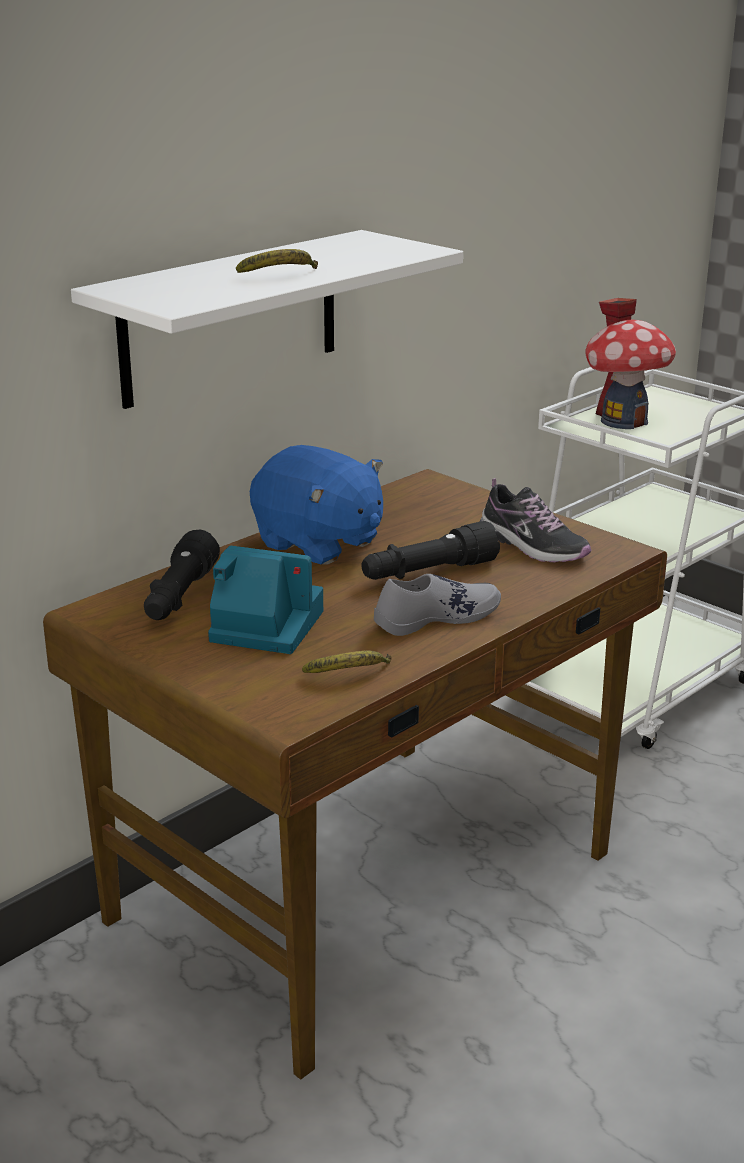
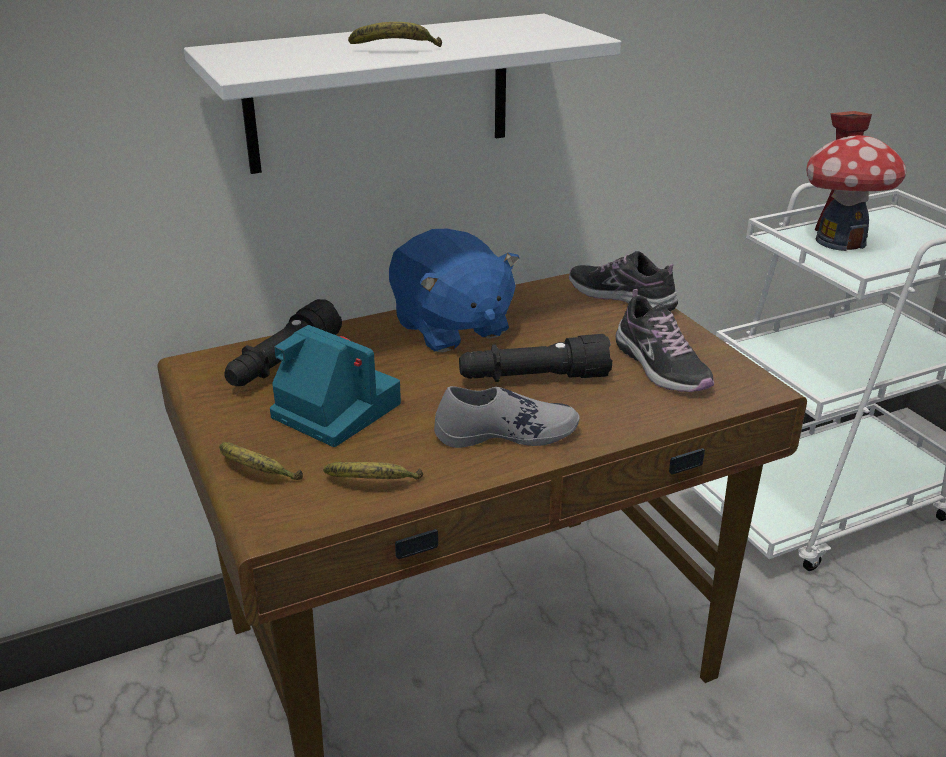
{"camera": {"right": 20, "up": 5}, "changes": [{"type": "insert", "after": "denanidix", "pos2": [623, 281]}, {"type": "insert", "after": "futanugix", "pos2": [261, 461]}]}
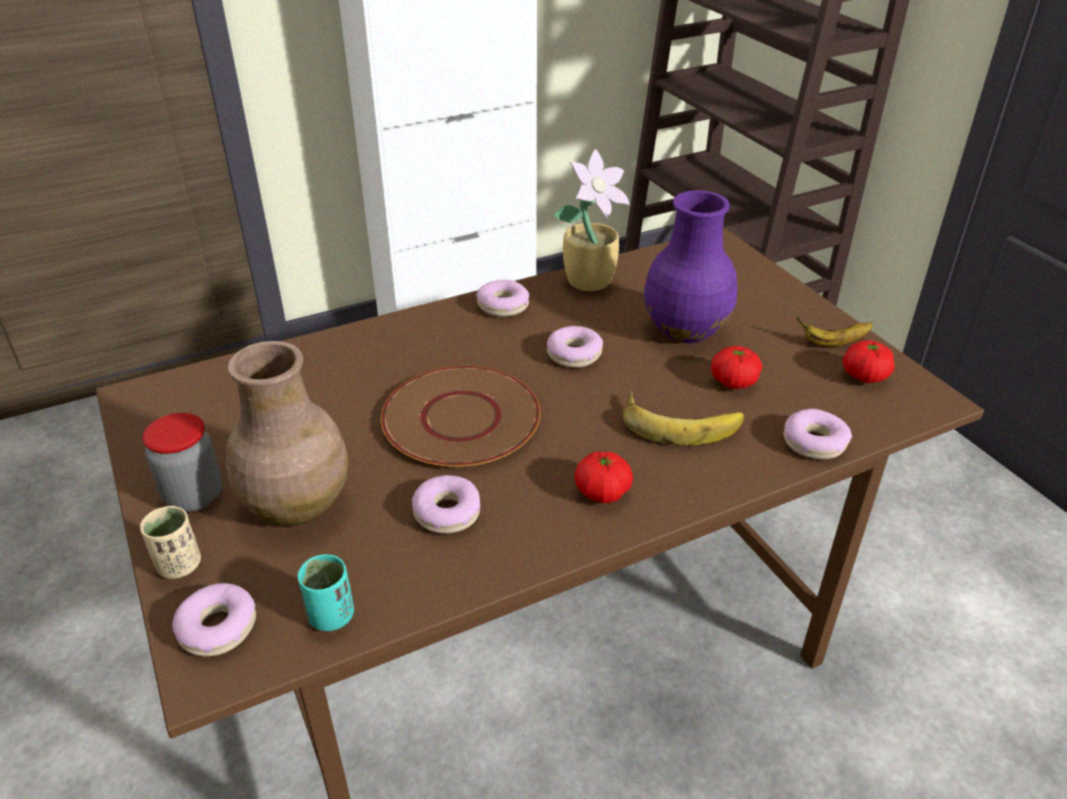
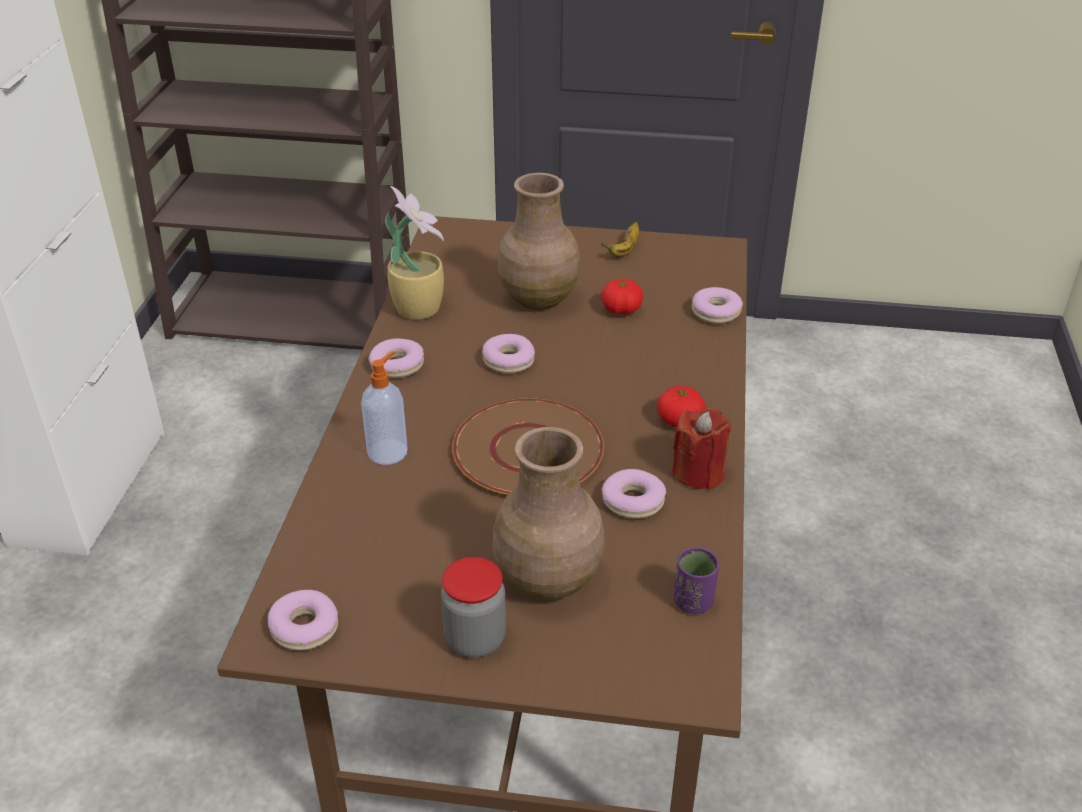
{"camera": {"right": -55, "up": 0}, "changes": [{"type": "recolor", "before": "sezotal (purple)", "after": "sezotal (brown)", "pos1": [690, 266], "pos2": [539, 241]}, {"type": "delete", "before": "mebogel", "pos1": [868, 361]}, {"type": "delete", "before": "futanugix", "pos1": [683, 418]}, {"type": "delete", "before": "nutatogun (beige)", "pos1": [170, 542]}, {"type": "recolor", "before": "nutatogun (turquoise)", "after": "nutatogun (purple)", "pos1": [326, 592], "pos2": [696, 580]}, {"type": "move", "before": "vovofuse", "pos1": [214, 619], "pos2": [303, 620]}, {"type": "insert", "after": "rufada", "pos2": [384, 408]}, {"type": "insert", "after": "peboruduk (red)", "pos2": [701, 449]}]}
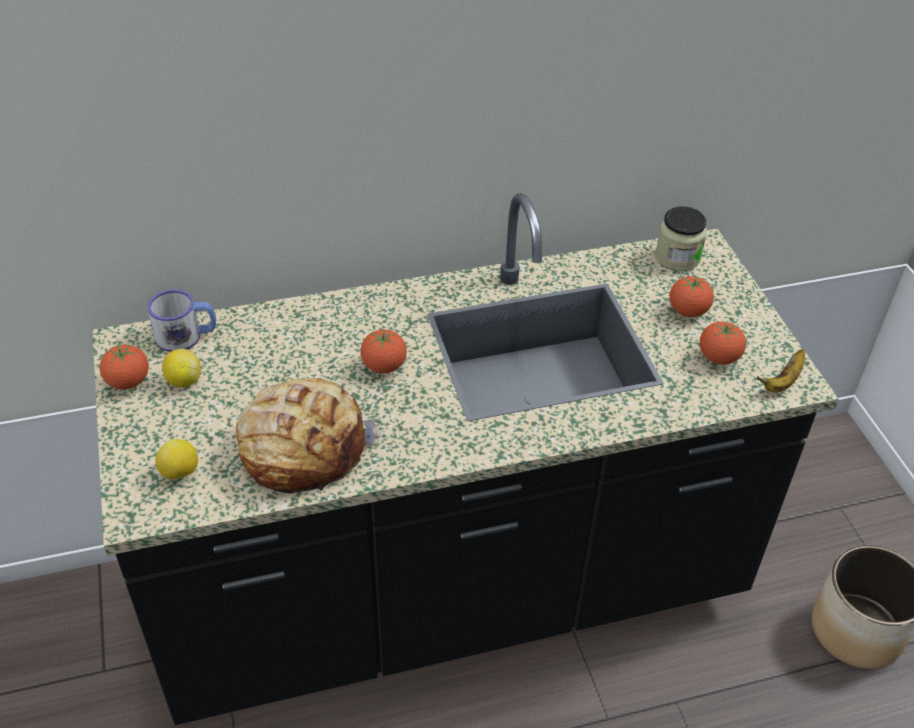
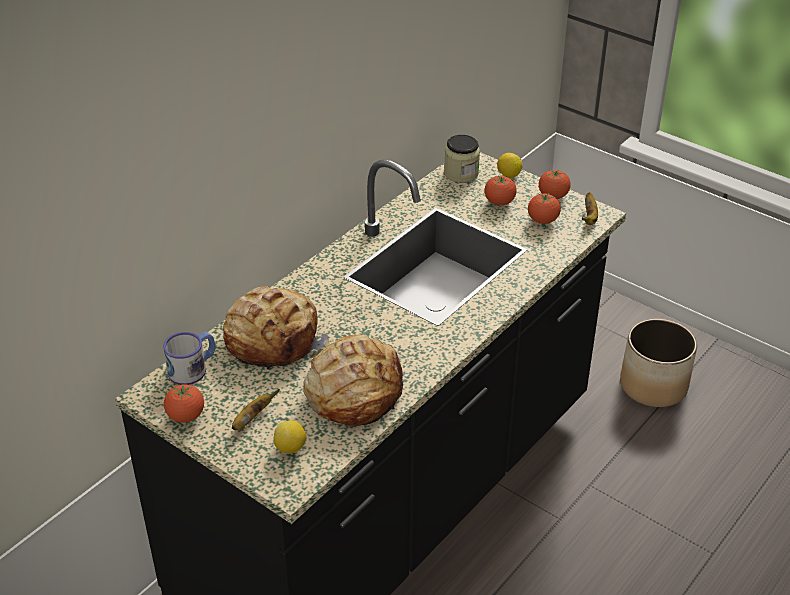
{"camera": {"right": -35, "up": -5}, "changes": [{"type": "move", "before": "mebogel", "pos1": [383, 351], "pos2": [555, 184]}, {"type": "move", "before": "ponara", "pos1": [181, 368], "pos2": [510, 165]}, {"type": "insert", "after": "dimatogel", "pos2": [276, 327]}, {"type": "insert", "after": "futanugix", "pos2": [256, 409]}]}
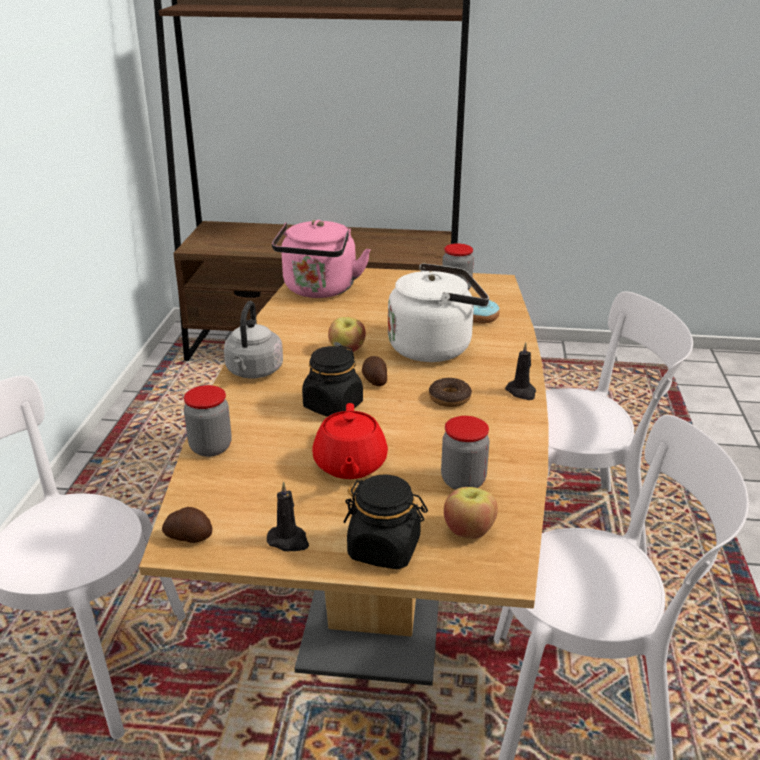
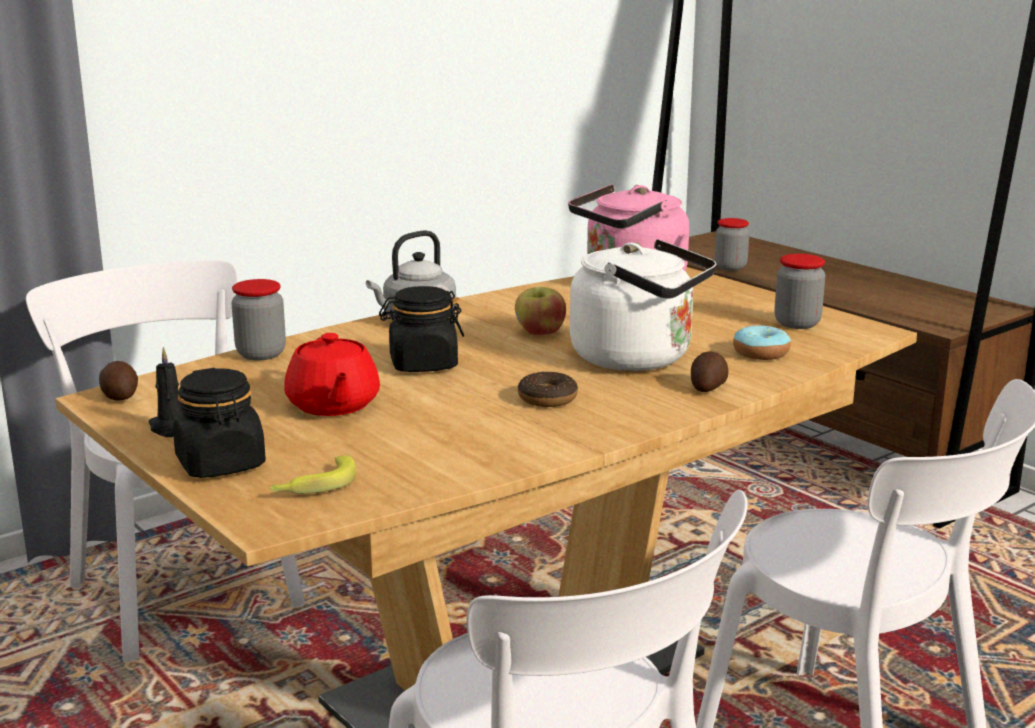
{"camera": {"right": 45, "up": -10}, "changes": [{"type": "delete", "before": "peboruduk (black)", "pos1": [520, 371]}, {"type": "move", "before": "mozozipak", "pos1": [374, 371], "pos2": [709, 371]}, {"type": "rotate", "before": "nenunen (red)", "pos1": [350, 441], "pos2": [332, 374], "turn": -60}, {"type": "move", "before": "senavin", "pos1": [465, 453], "pos2": [732, 244]}, {"type": "replace", "before": "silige", "after": "futanugix", "pos1": [471, 513], "pos2": [312, 474]}]}
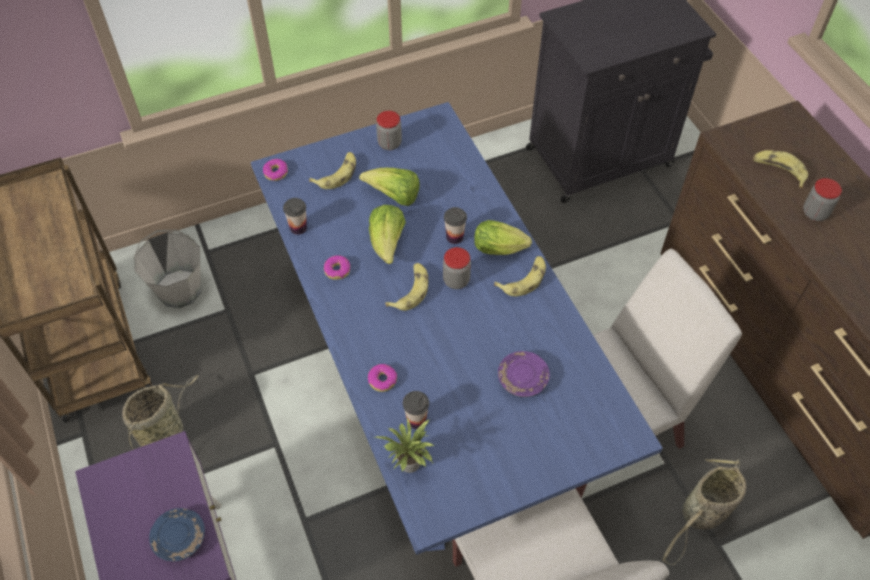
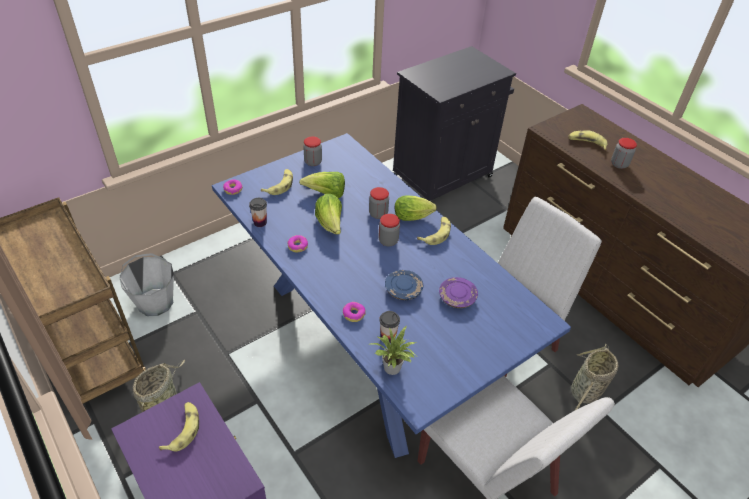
{"camera": {"right": -15, "up": -10}, "changes": [{"type": "replace", "before": "nutatogun", "after": "senavin", "pos1": [455, 225], "pos2": [379, 203]}, {"type": "move", "before": "futanugix", "pos1": [406, 287], "pos2": [179, 426]}, {"type": "move", "before": "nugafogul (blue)", "pos1": [177, 534], "pos2": [404, 285]}]}
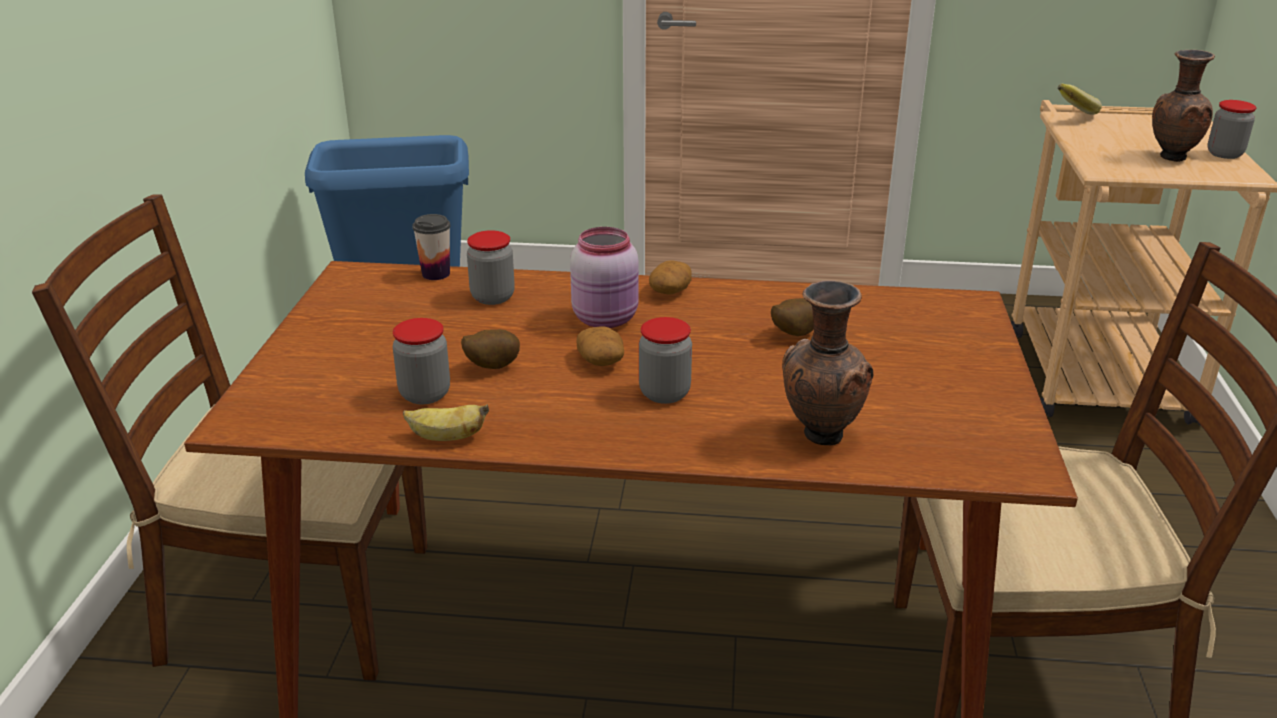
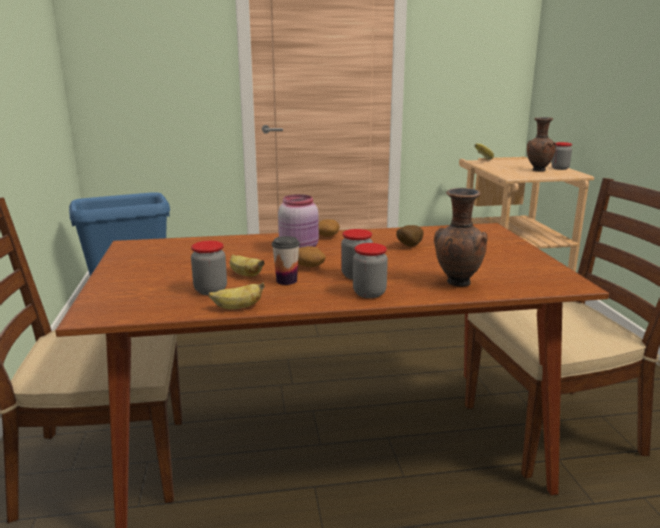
{"camera": {"right": -15, "up": -10}, "changes": [{"type": "move", "before": "nutatogun", "pos1": [431, 247], "pos2": [286, 260]}, {"type": "move", "before": "senavin", "pos1": [491, 267], "pos2": [370, 270]}, {"type": "replace", "before": "mozozipak", "after": "futanugix", "pos1": [490, 349], "pos2": [247, 266]}]}
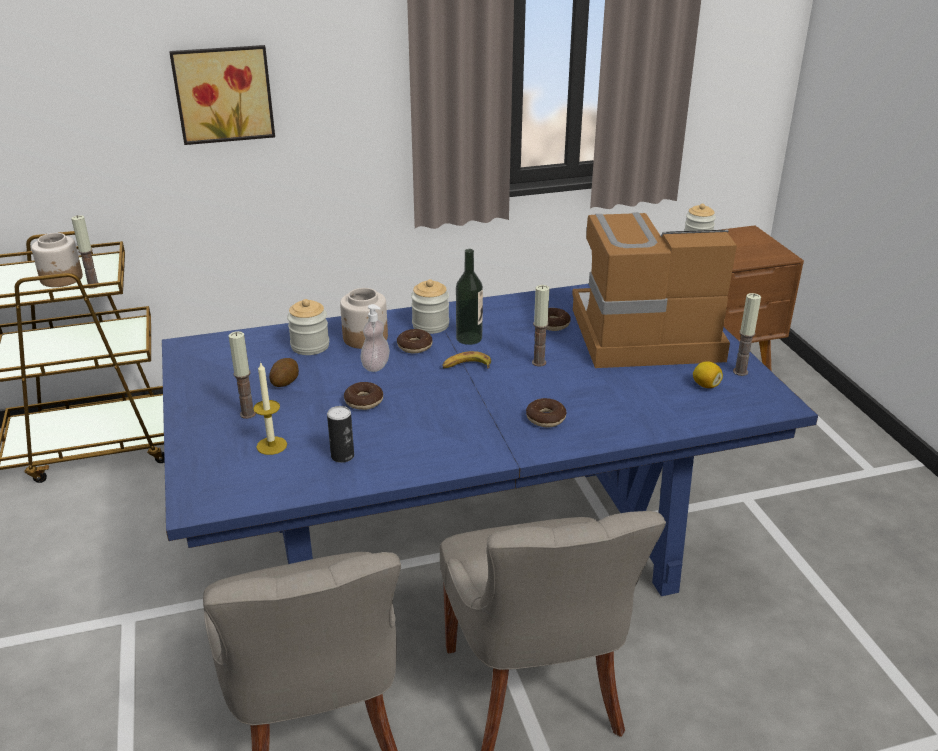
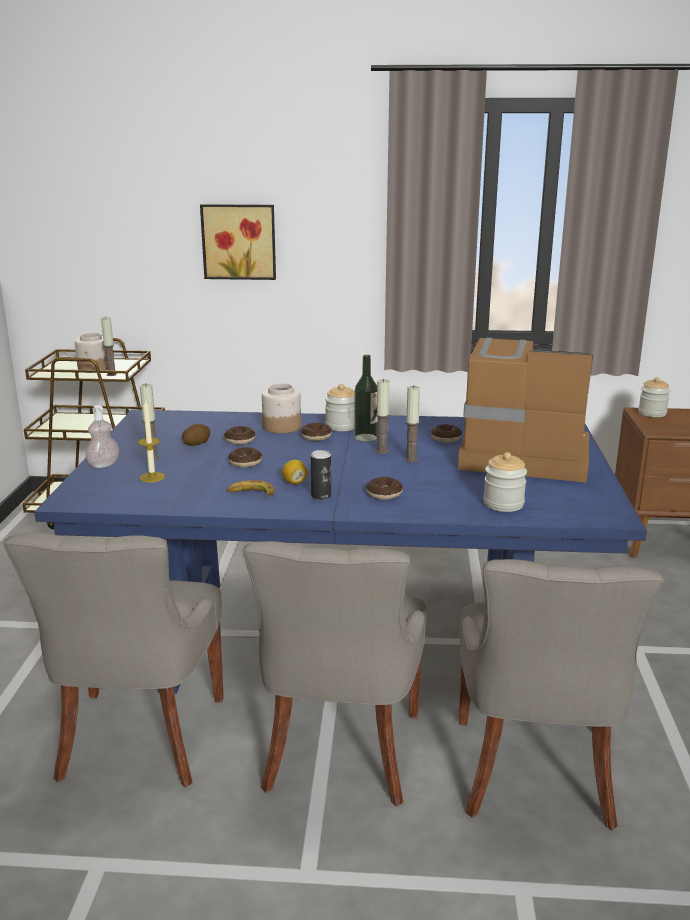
{"camera": {"right": 20, "up": -10}, "changes": [{"type": "move", "before": "peboruduk", "pos1": [747, 334], "pos2": [383, 416]}, {"type": "move", "before": "senavin", "pos1": [308, 327], "pos2": [505, 482]}, {"type": "move", "before": "rufada", "pos1": [375, 338], "pos2": [102, 436]}, {"type": "move", "before": "futanugix", "pos1": [466, 359], "pos2": [251, 488]}, {"type": "move", "before": "ponara", "pos1": [708, 374], "pos2": [294, 472]}, {"type": "move", "before": "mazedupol", "pos1": [340, 434], "pos2": [321, 475]}, {"type": "insert", "after": "vovofuse", "pos2": [240, 435]}, {"type": "insert", "after": "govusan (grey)", "pos2": [561, 694]}]}
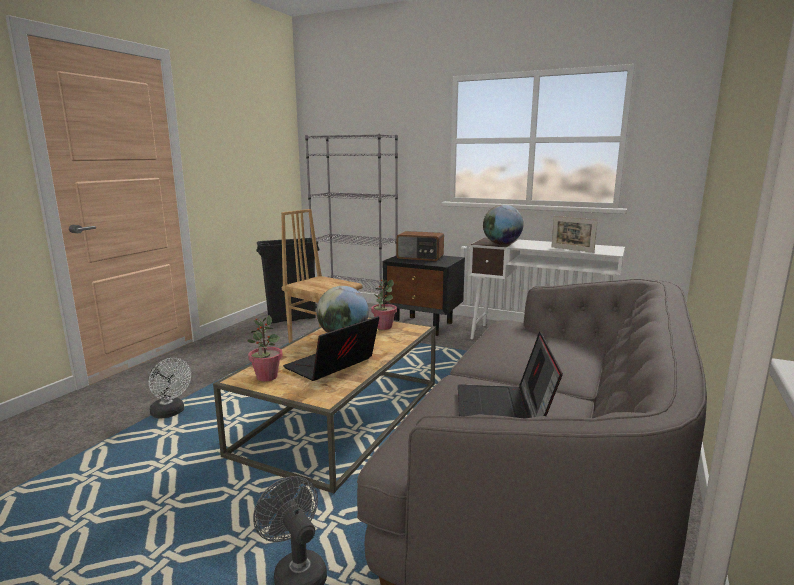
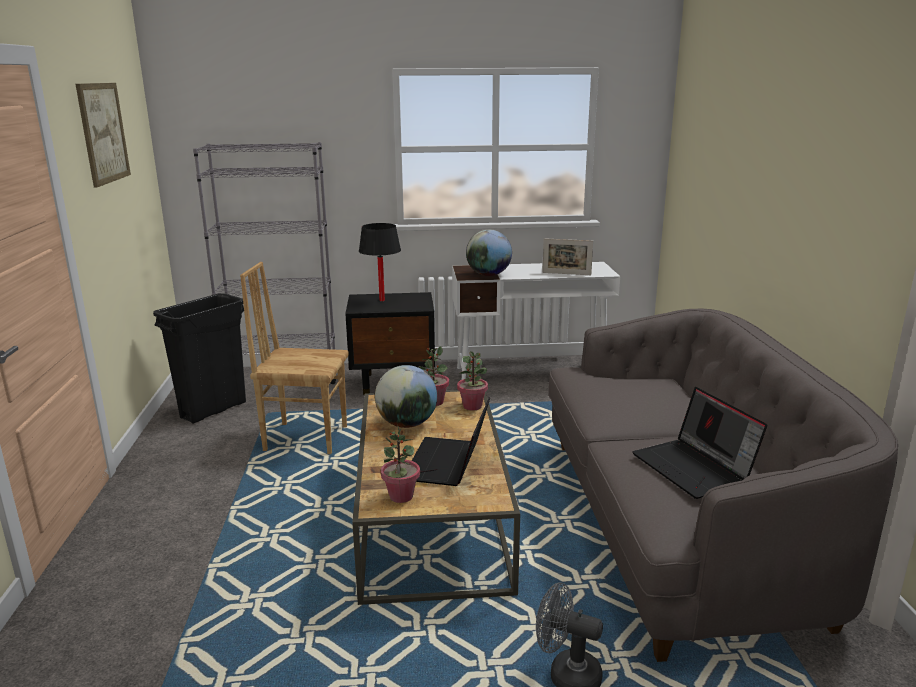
{"camera": {"right": -30, "up": 5}, "changes": [{"type": "replace", "before": "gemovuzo", "after": "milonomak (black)", "pos1": [420, 246], "pos2": [380, 262]}, {"type": "delete", "before": "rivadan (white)", "pos1": [170, 388]}, {"type": "insert", "after": "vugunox", "pos2": [103, 135]}, {"type": "insert", "after": "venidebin", "pos2": [472, 381]}]}
